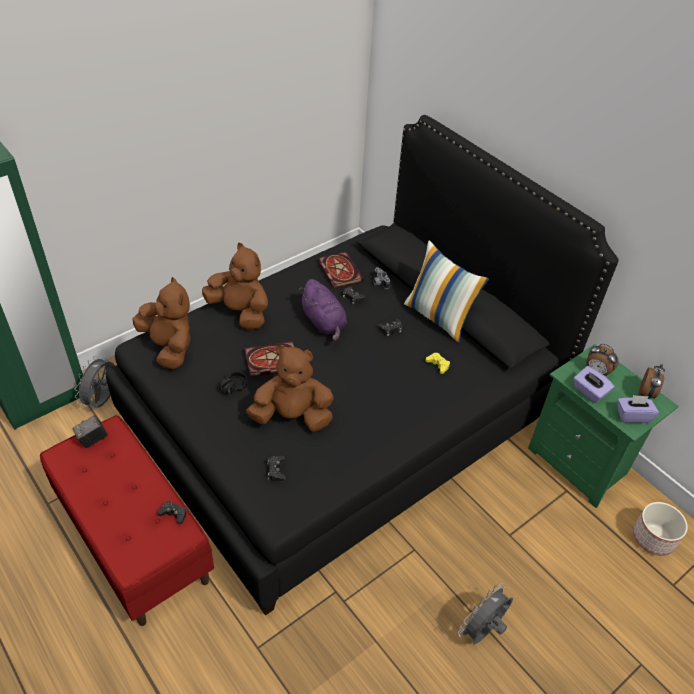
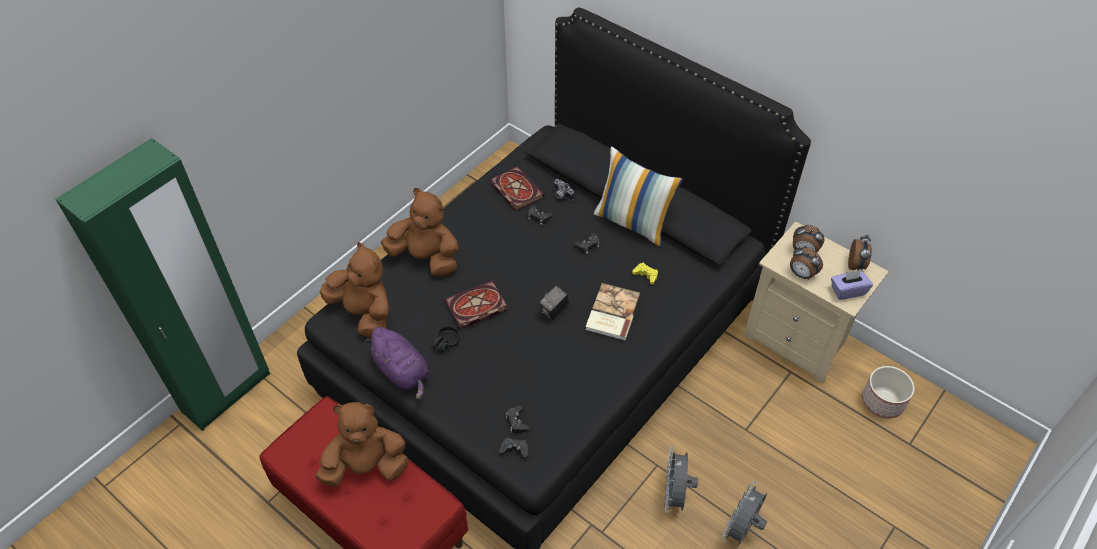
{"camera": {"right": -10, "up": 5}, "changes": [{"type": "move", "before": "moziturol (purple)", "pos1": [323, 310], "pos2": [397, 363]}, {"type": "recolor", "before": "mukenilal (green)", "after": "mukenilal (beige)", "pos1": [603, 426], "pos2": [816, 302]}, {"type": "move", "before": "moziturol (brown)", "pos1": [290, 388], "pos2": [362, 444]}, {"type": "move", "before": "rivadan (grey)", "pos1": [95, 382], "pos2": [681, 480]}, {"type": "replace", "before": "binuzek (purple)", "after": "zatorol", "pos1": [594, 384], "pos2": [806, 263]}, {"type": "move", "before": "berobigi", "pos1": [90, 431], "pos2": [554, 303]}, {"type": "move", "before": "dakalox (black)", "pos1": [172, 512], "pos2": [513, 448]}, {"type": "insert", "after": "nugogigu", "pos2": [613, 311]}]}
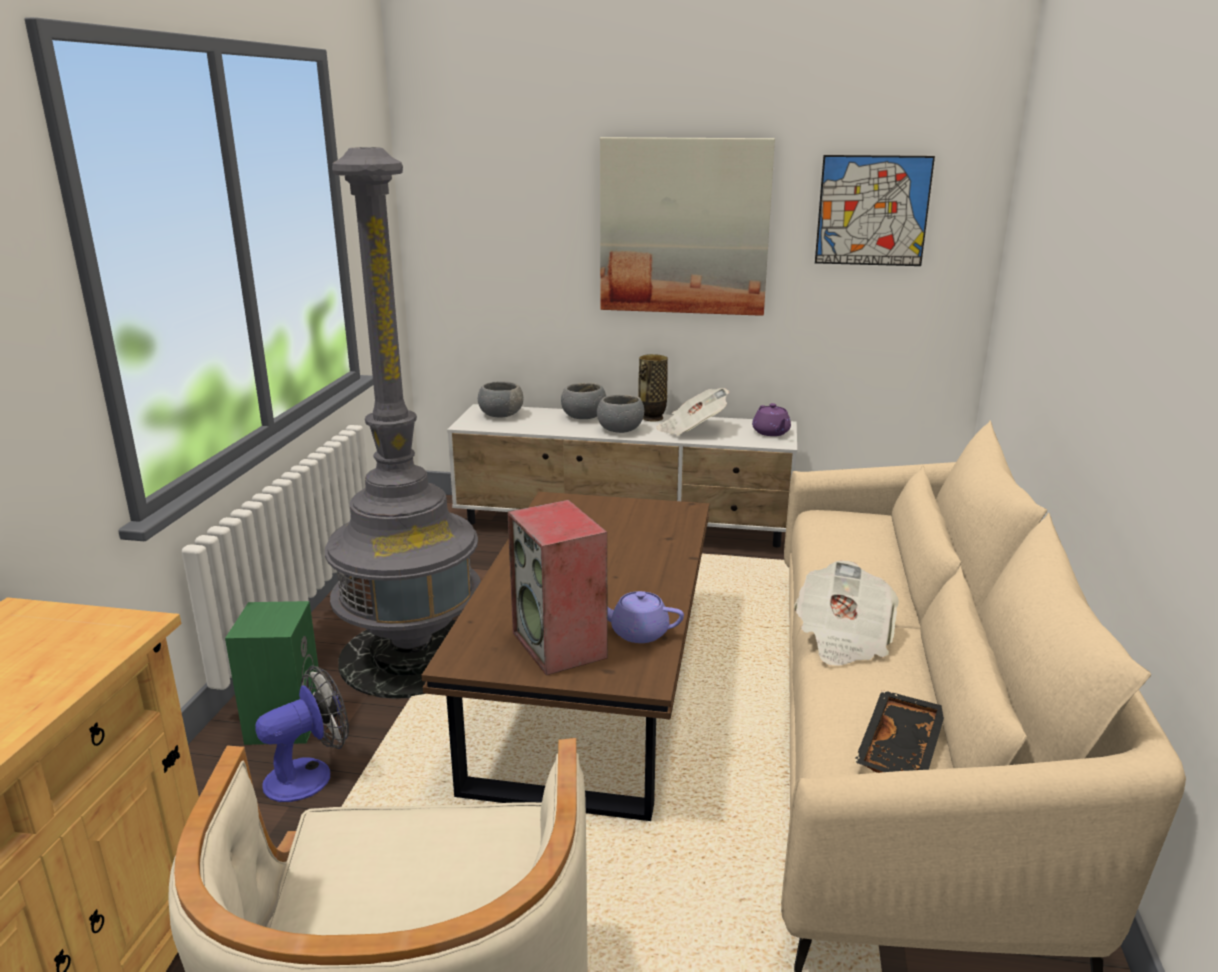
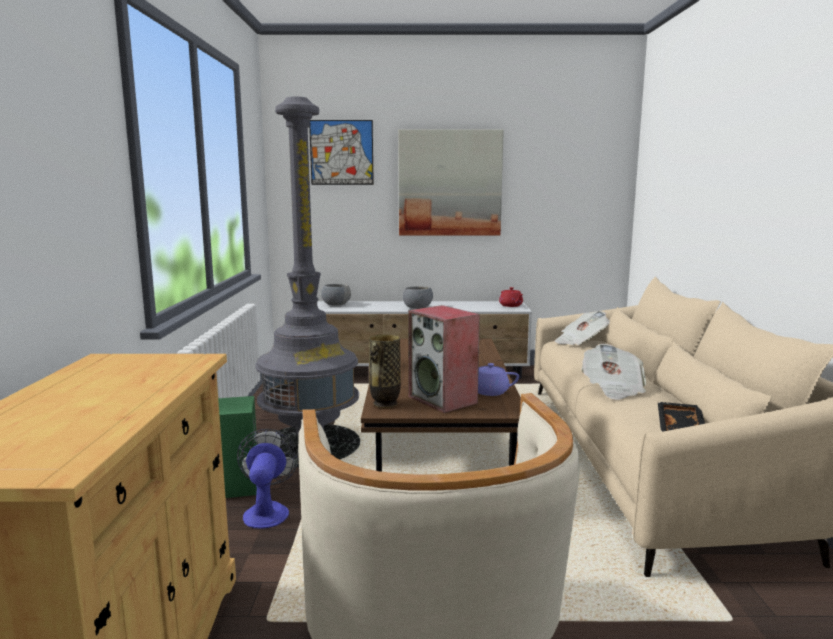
{"camera": {"right": -10, "up": -10}, "changes": [{"type": "move", "before": "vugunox", "pos1": [875, 210], "pos2": [341, 152]}, {"type": "move", "before": "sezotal", "pos1": [653, 388], "pos2": [385, 371]}, {"type": "delete", "before": "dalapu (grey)", "pos1": [583, 401]}, {"type": "move", "before": "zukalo", "pos1": [692, 412], "pos2": [582, 328]}, {"type": "recolor", "before": "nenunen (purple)", "after": "nenunen (red)", "pos1": [771, 419], "pos2": [511, 297]}, {"type": "rotate", "before": "rivadan", "pos1": [302, 733], "pos2": [268, 479], "turn": -45}]}
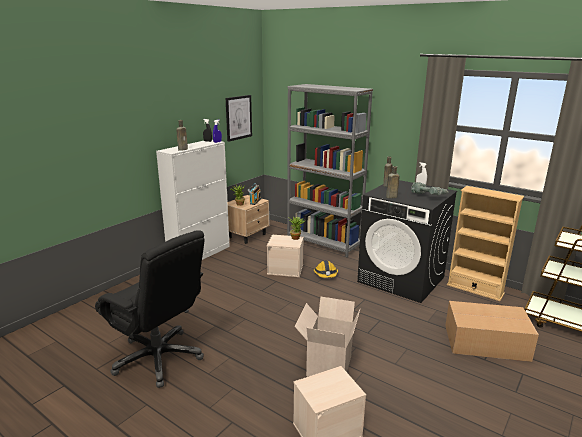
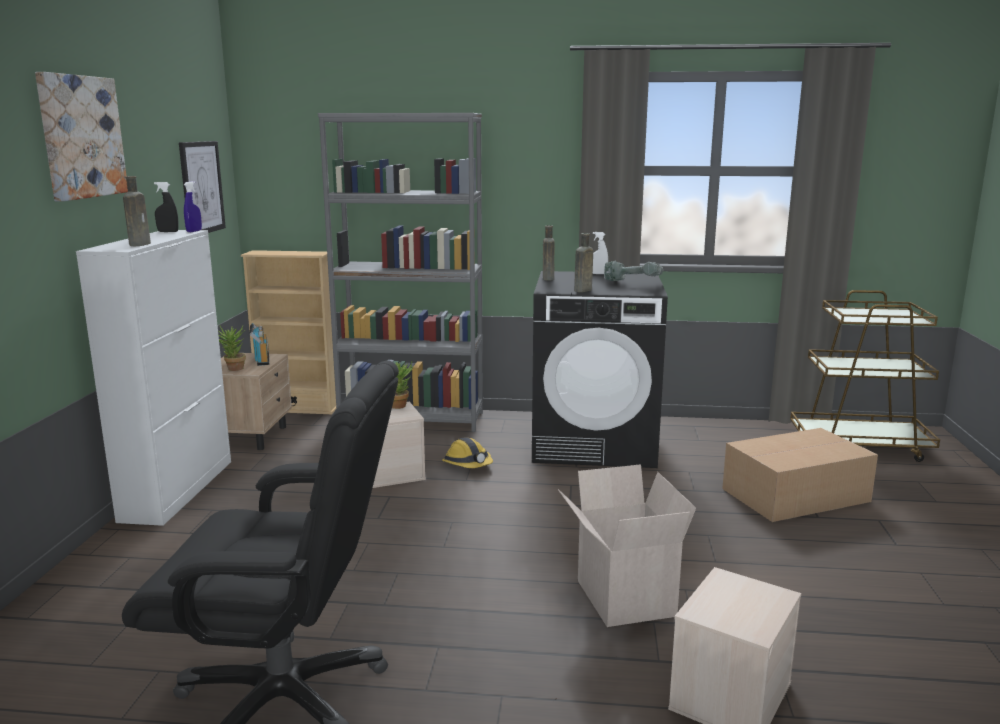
{"camera": {"right": -30, "up": -5}, "changes": [{"type": "move", "before": "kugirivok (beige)", "pos1": [485, 243], "pos2": [288, 332]}, {"type": "insert", "after": "vugunox", "pos2": [81, 137]}]}
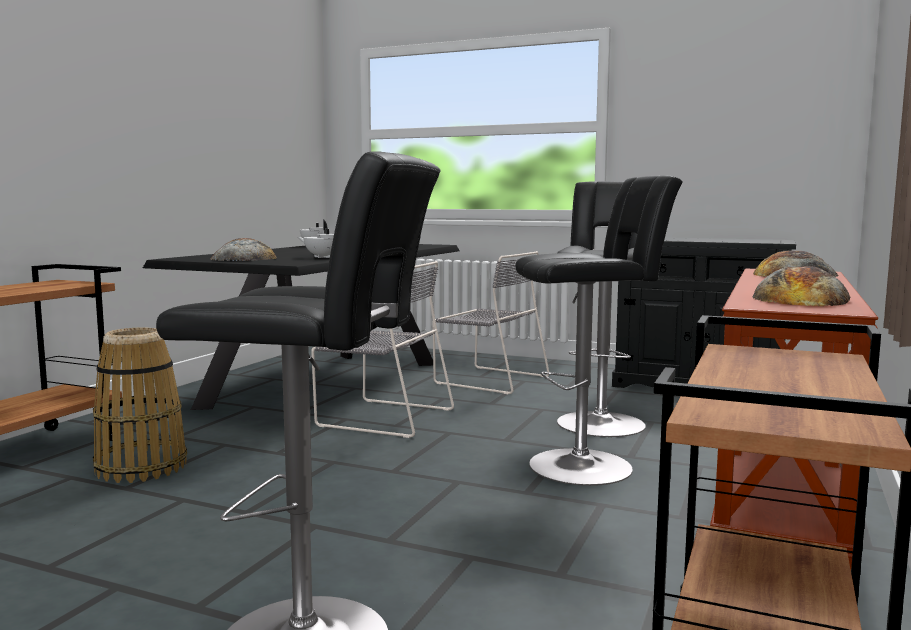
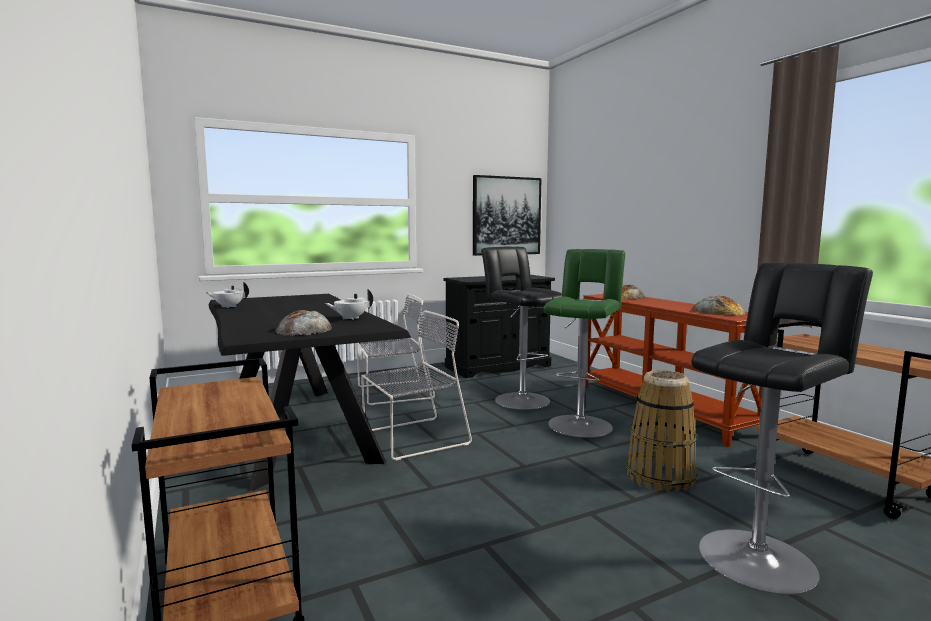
{"camera": {"right": -50, "up": 0}, "changes": [{"type": "recolor", "before": "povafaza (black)", "after": "povafaza (green)", "pos1": [599, 330], "pos2": [584, 343]}, {"type": "move", "before": "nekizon", "pos1": [140, 405], "pos2": [661, 431]}, {"type": "insert", "after": "vugunox", "pos2": [507, 215]}]}
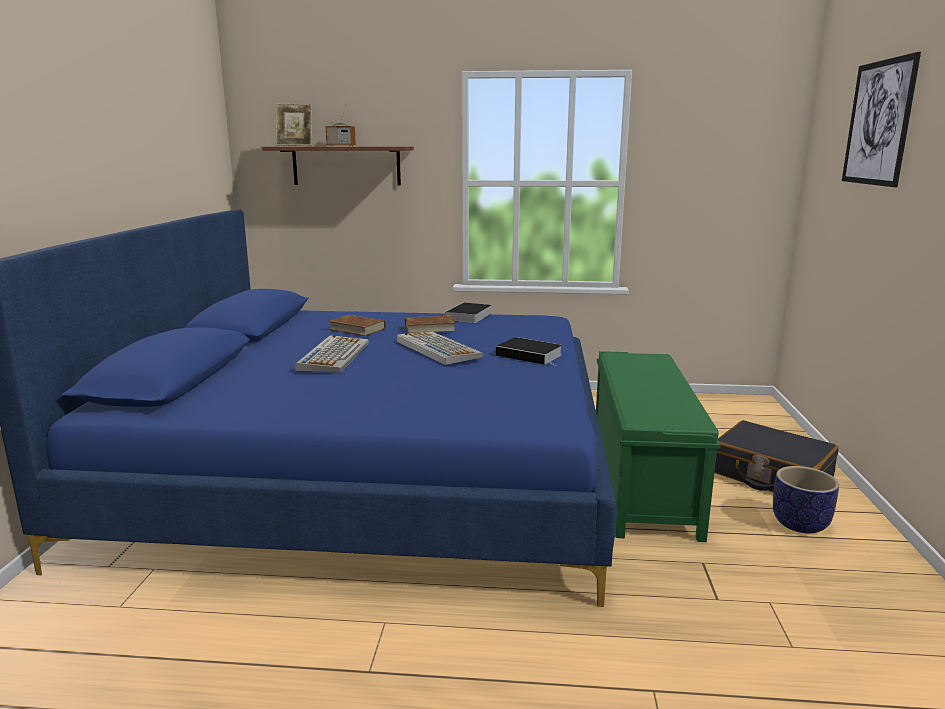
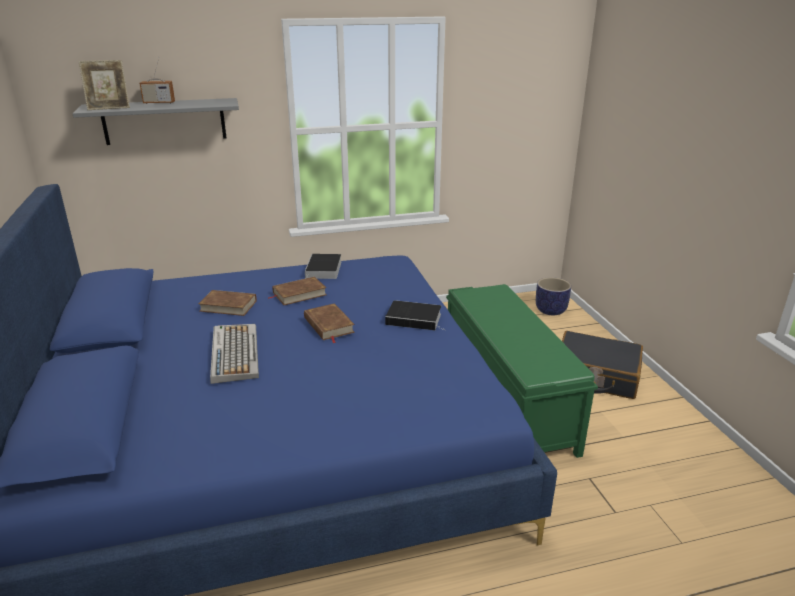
{"camera": {"right": -20, "up": 10}, "changes": [{"type": "delete", "before": "vugunox", "pos1": [881, 119]}, {"type": "recolor", "before": "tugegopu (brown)", "after": "tugegopu (grey)", "pos1": [338, 166], "pos2": [155, 121]}, {"type": "replace", "before": "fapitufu", "after": "nugogigu (brown)", "pos1": [440, 348], "pos2": [329, 323]}, {"type": "move", "before": "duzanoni", "pos1": [806, 499], "pos2": [553, 296]}]}
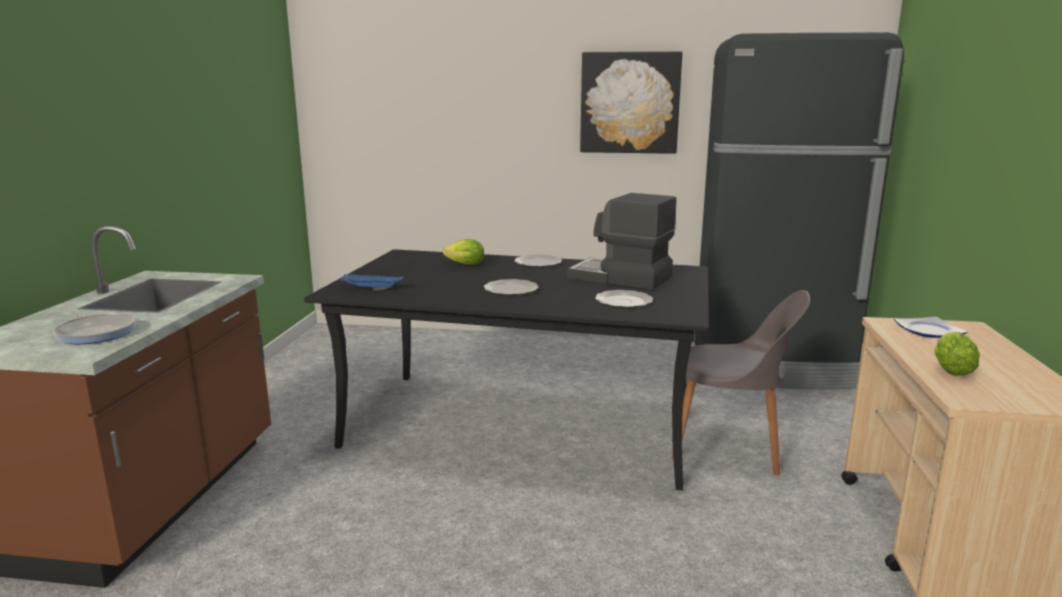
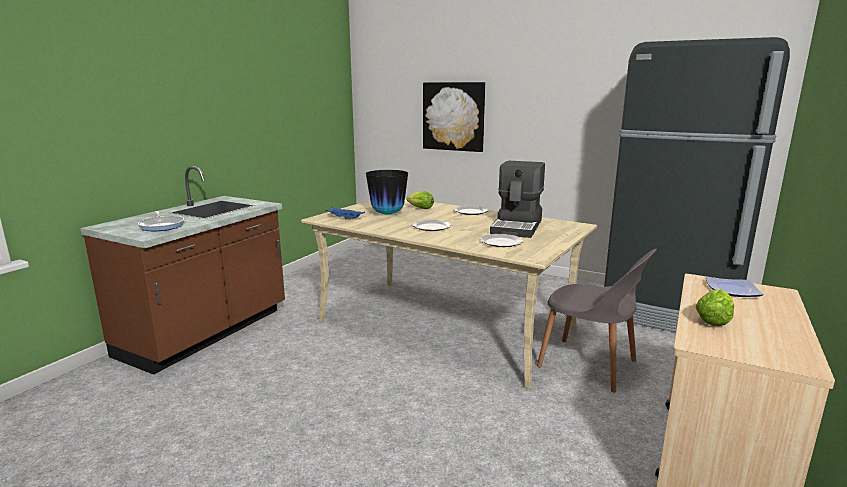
{"camera": {"right": 20, "up": 0}, "changes": [{"type": "move", "before": "vugunox", "pos1": [631, 103], "pos2": [454, 117]}, {"type": "rotate", "before": "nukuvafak", "pos1": [622, 241], "pos2": [517, 199], "turn": -120}, {"type": "recolor", "before": "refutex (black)", "after": "refutex (beige)", "pos1": [506, 369], "pos2": [449, 293]}, {"type": "insert", "after": "sezotal", "pos2": [387, 192]}]}
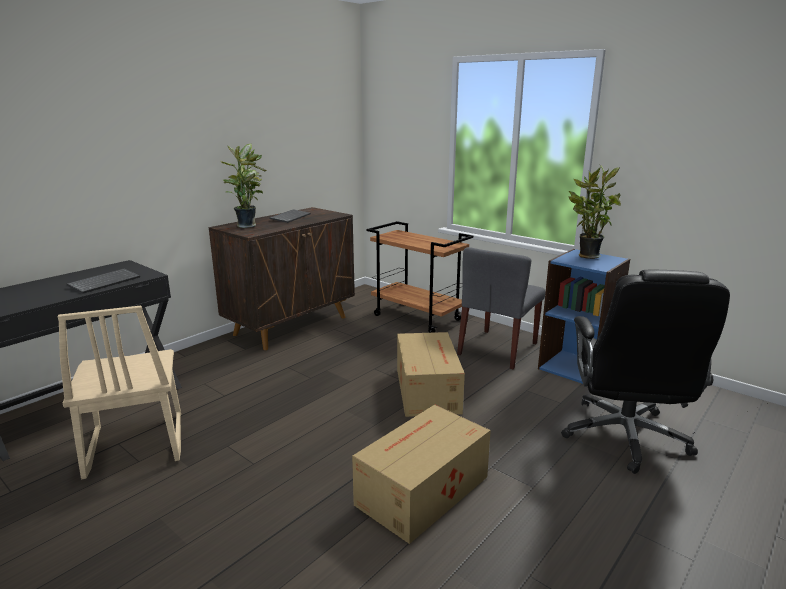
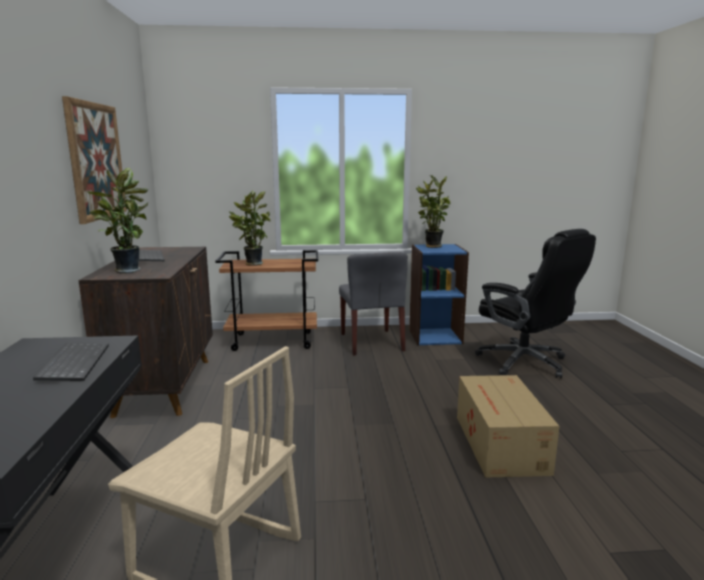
{"camera": {"right": -45, "up": -5}, "changes": [{"type": "delete", "before": "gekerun", "pos1": [431, 374]}, {"type": "insert", "after": "vugunox", "pos2": [94, 160]}, {"type": "insert", "after": "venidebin", "pos2": [250, 228]}]}
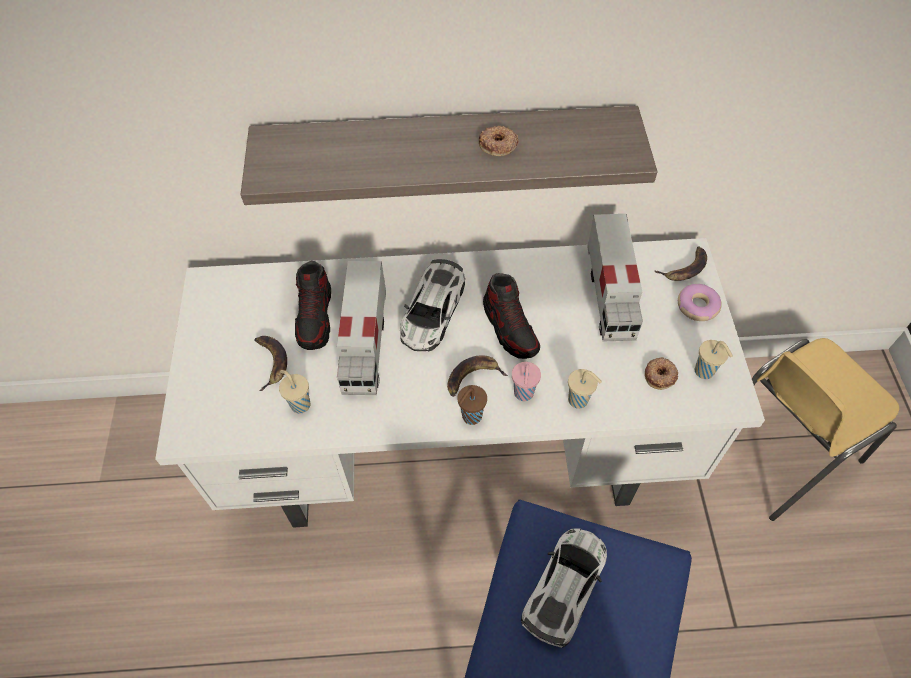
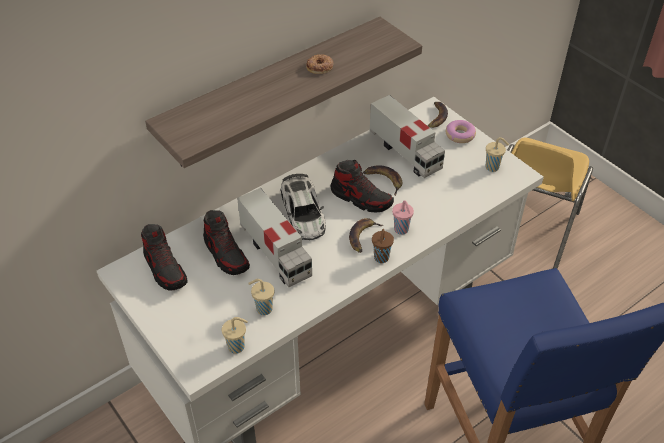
{"camera": {"right": -35, "up": -10}, "changes": [{"type": "move", "before": "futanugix", "pos1": [270, 363], "pos2": [382, 181]}, {"type": "delete", "before": "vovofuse", "pos1": [661, 373]}, {"type": "move", "before": "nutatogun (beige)", "pos1": [585, 389], "pos2": [235, 335]}, {"type": "delete", "before": "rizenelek", "pos1": [564, 588]}, {"type": "insert", "after": "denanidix", "pos2": [164, 257]}]}
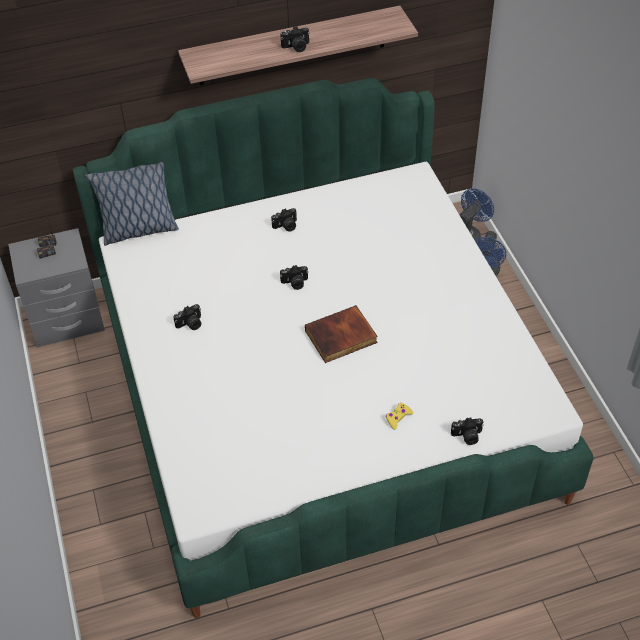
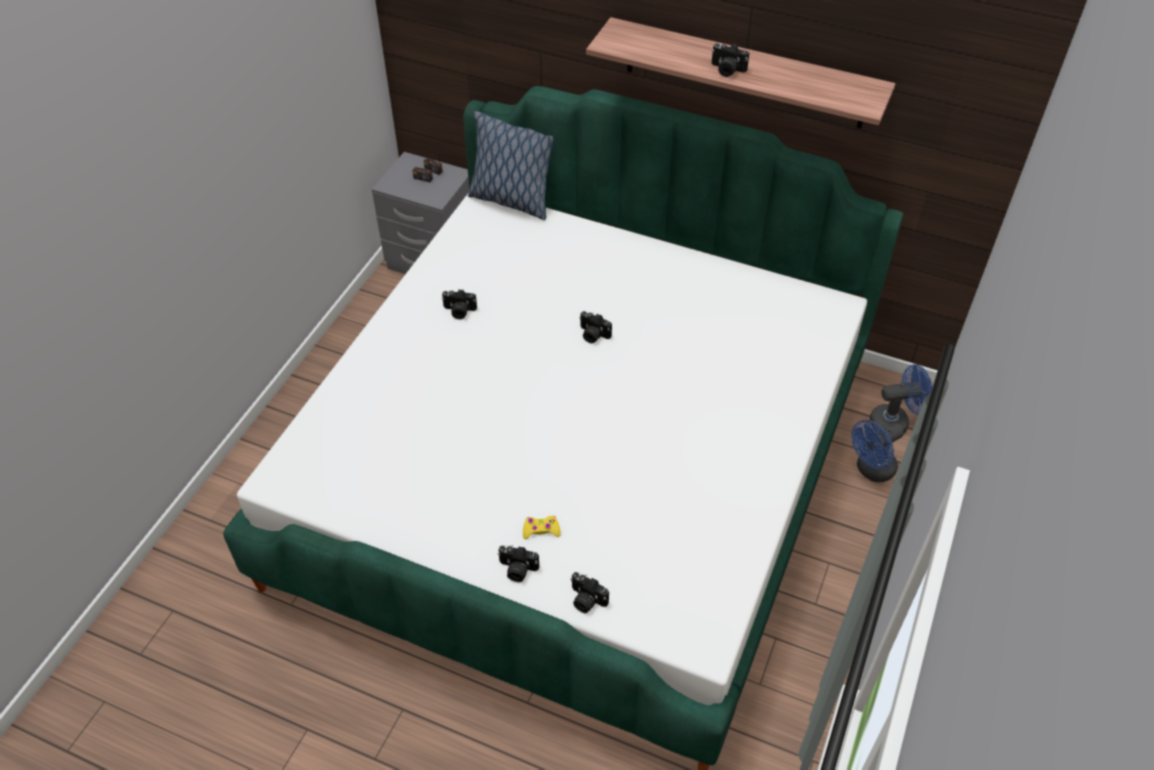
{"camera": {"right": 40, "up": 0}, "changes": [{"type": "move", "before": "berobigi", "pos1": [284, 220], "pos2": [518, 563]}, {"type": "delete", "before": "nugogigu", "pos1": [341, 334]}]}
